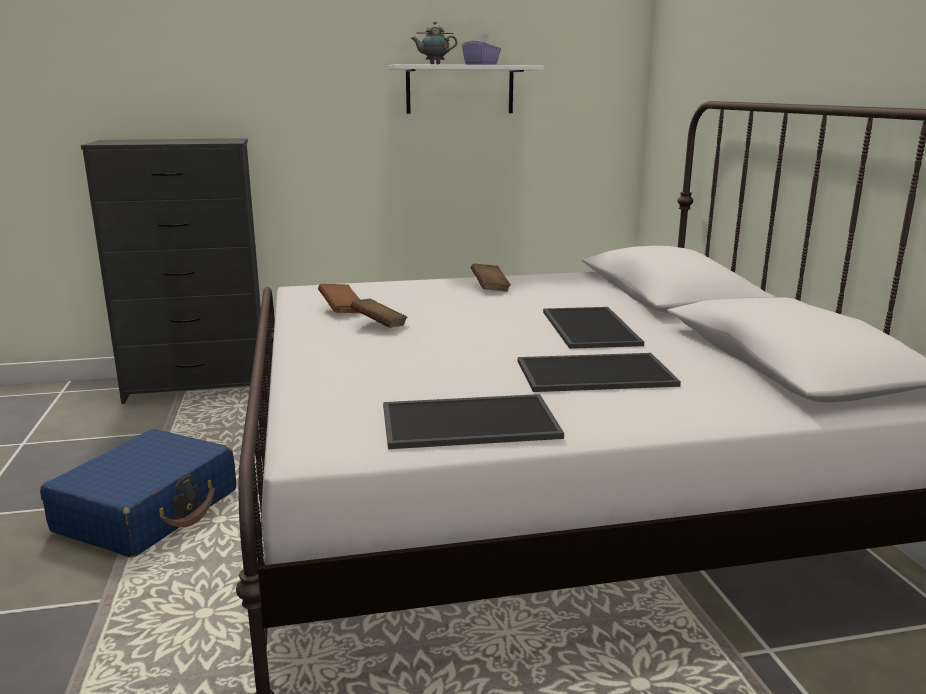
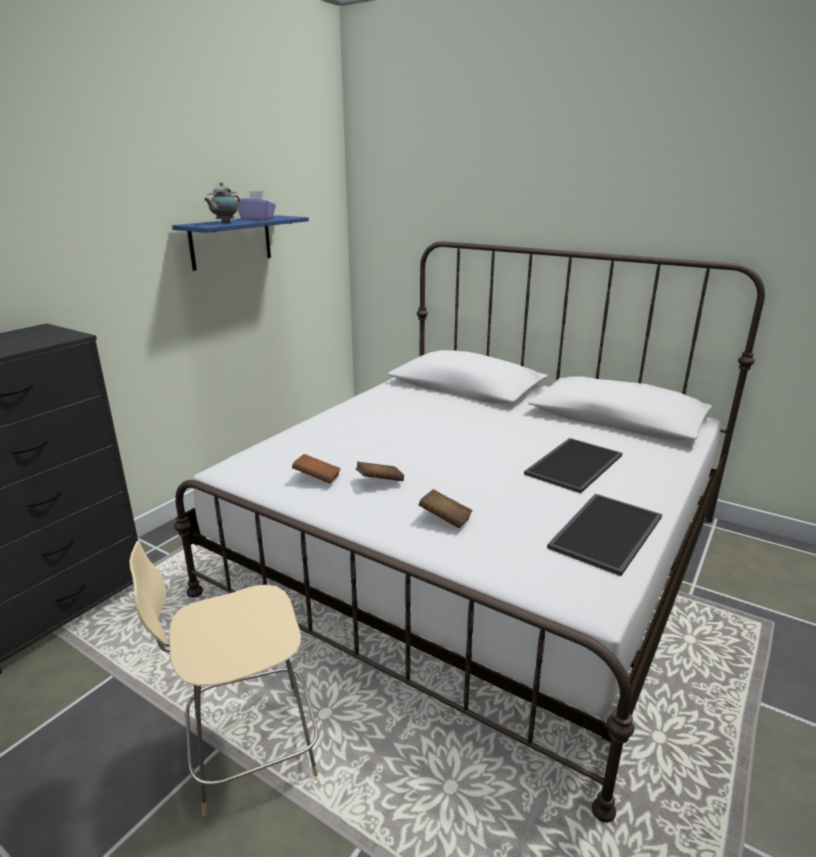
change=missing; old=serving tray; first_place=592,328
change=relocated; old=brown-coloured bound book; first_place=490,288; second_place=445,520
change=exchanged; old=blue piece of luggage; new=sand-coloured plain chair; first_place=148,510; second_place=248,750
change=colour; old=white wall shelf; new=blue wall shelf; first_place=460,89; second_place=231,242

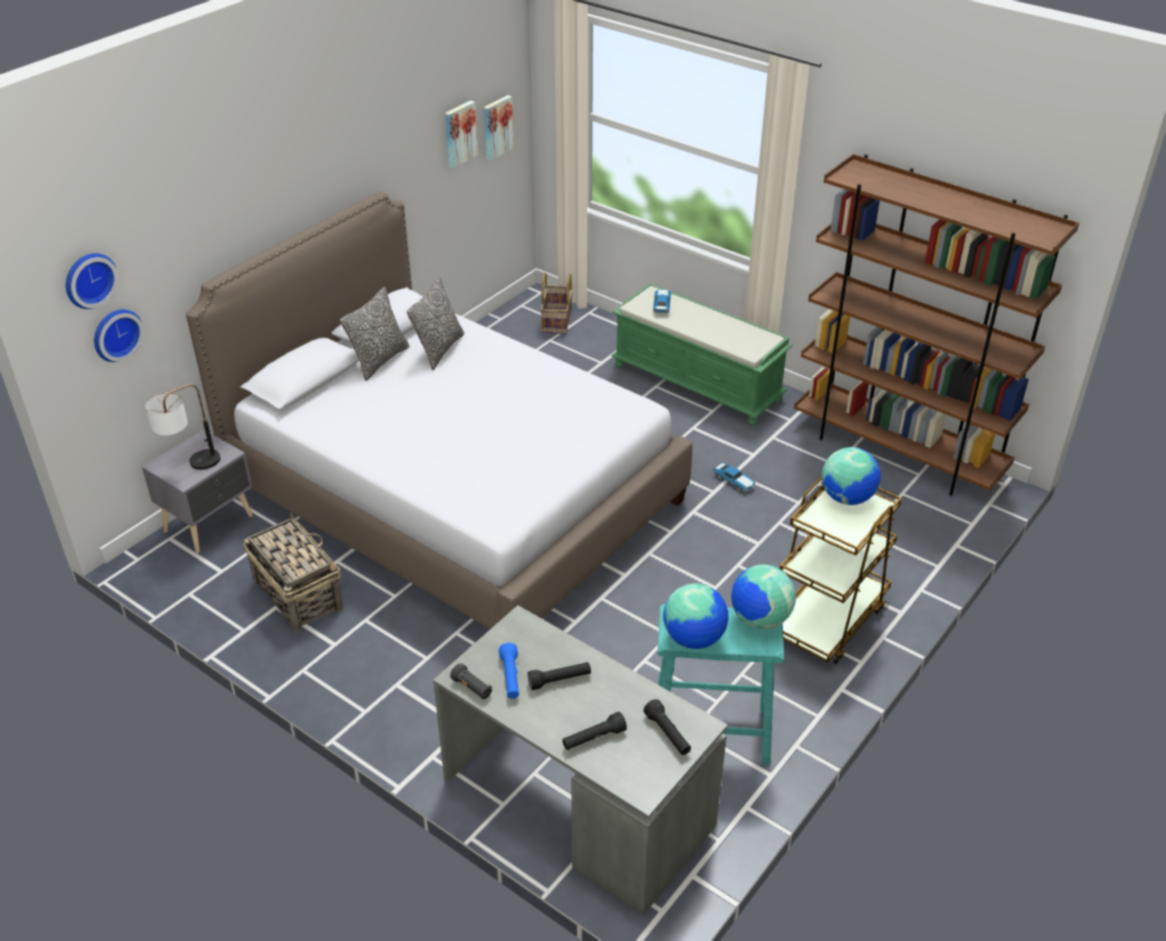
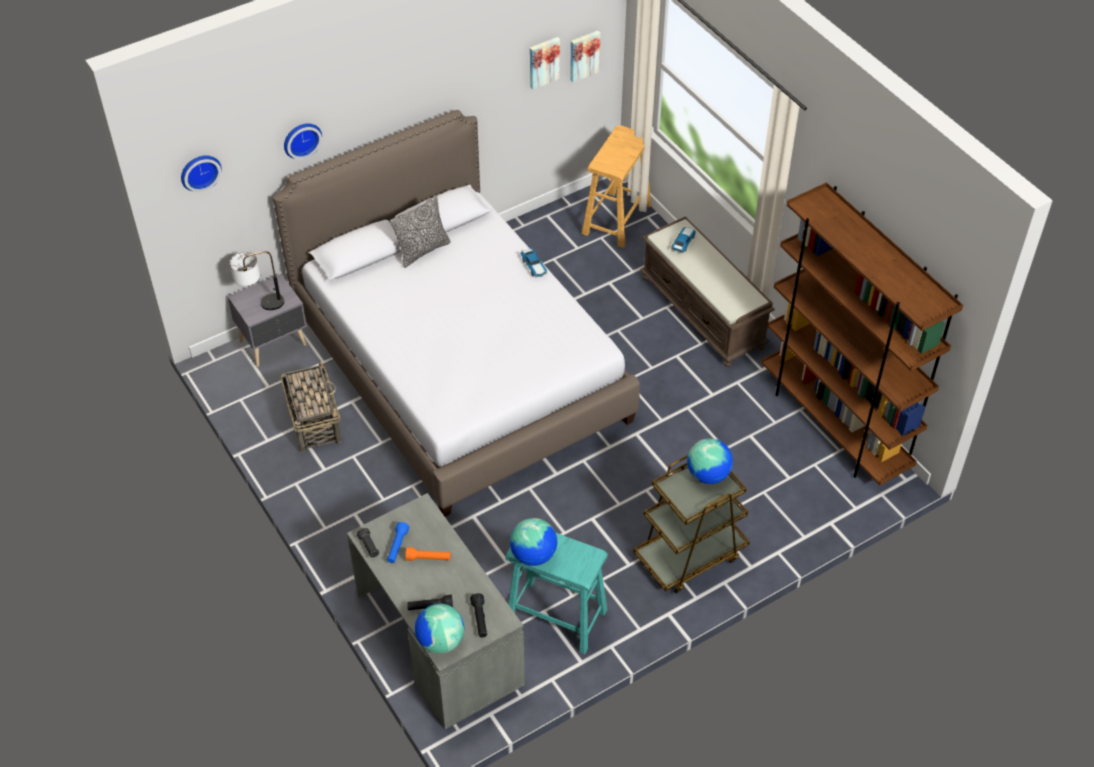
change=missing; old=throw pillow; first_place=439,350
change=relocated; old=hanging clock; first_place=115,334; second_place=301,139
change=relocated; old=miniature car; first_place=734,481; second_place=534,266
change=relocated; old=desk globe; first_place=760,619; second_place=440,641
change=exchanged; old=basket; new=sand-coloured stool seat; first_place=557,321; second_place=616,219
change=colour; old=black flashlight; new=orange flashlight; first_place=559,680; second_place=428,558
change=colour; old=green-coloured long seat; new=brown-coloured long seat; first_place=698,382; second_place=704,312

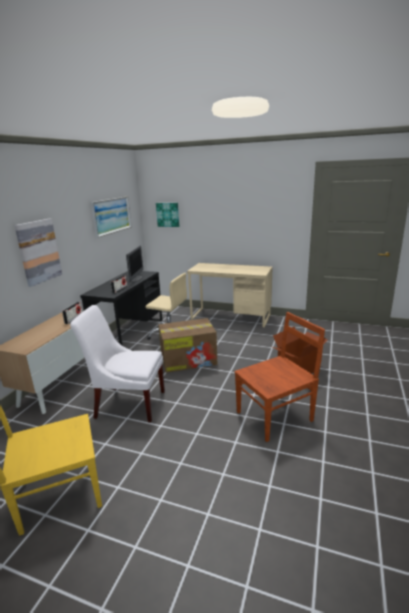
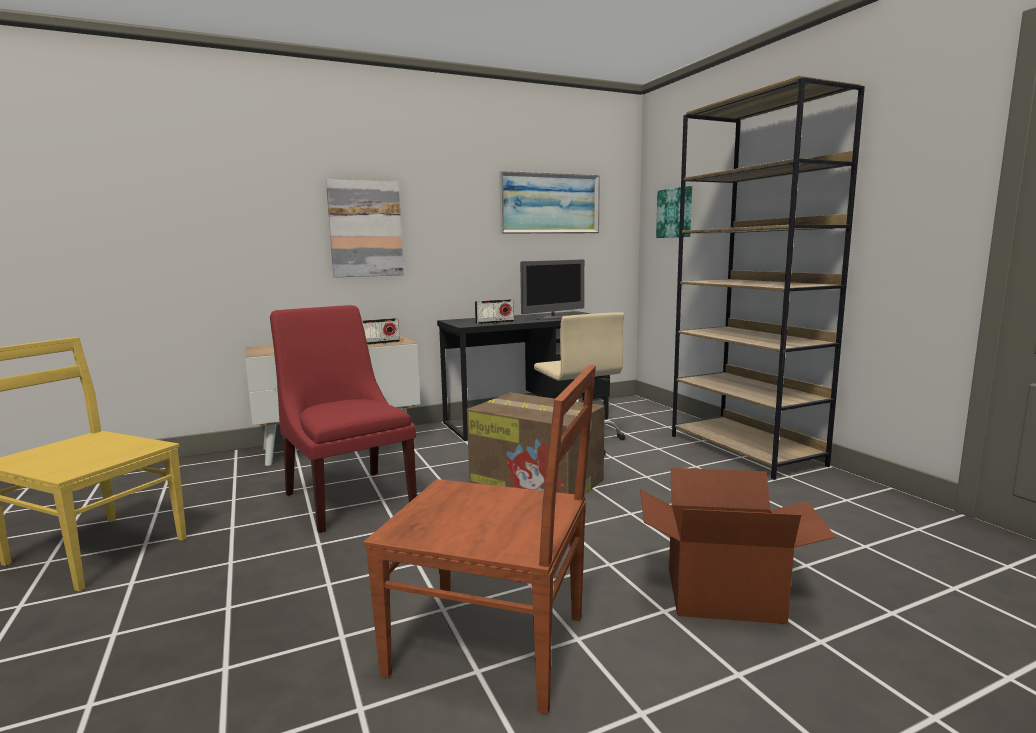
change=exchanged; old=sand-coloured desk table; new=brown-coloured bookshelf; first_place=230,317; second_place=746,450
change=colour; old=white plain chair; new=red-coloured plain chair; first_place=127,403; second_place=348,496

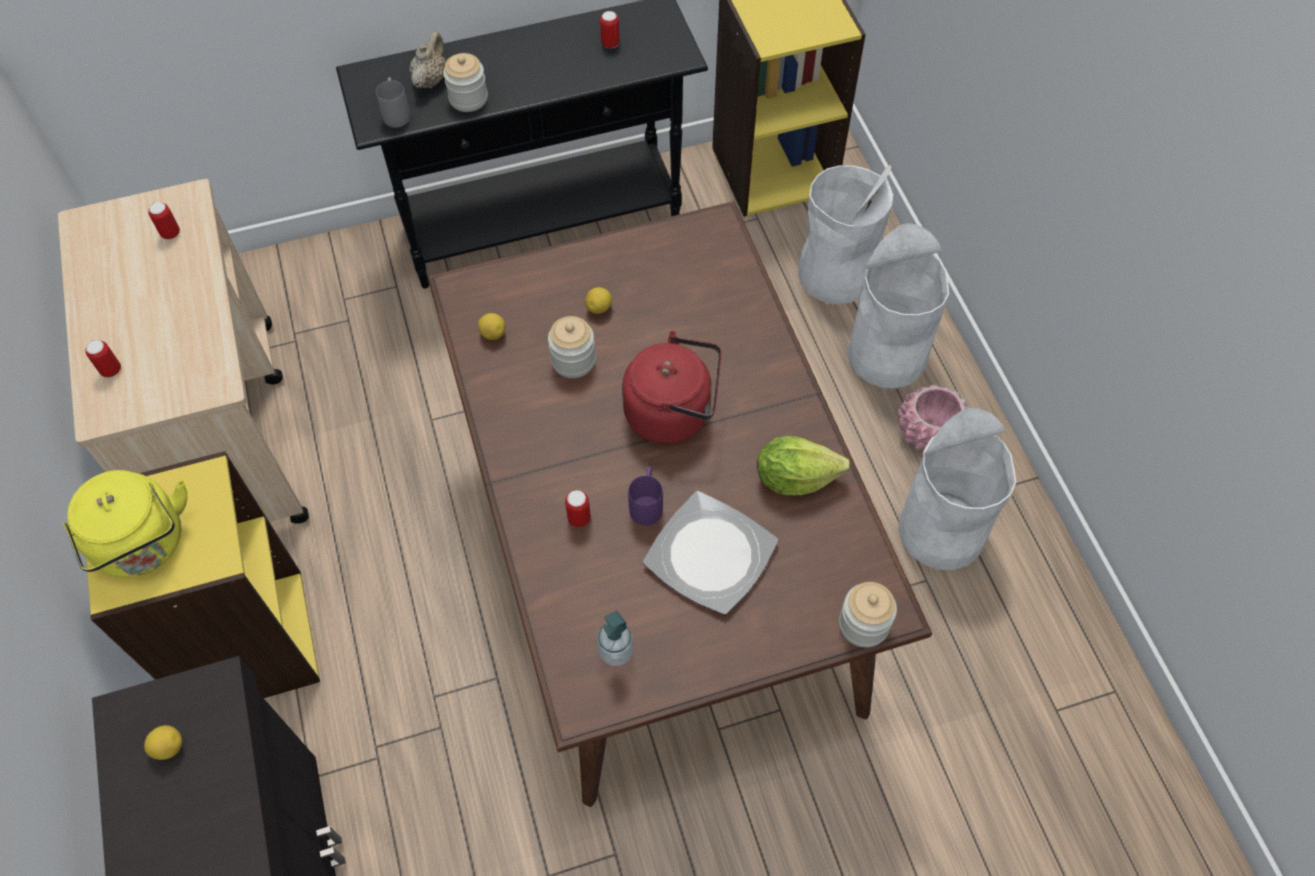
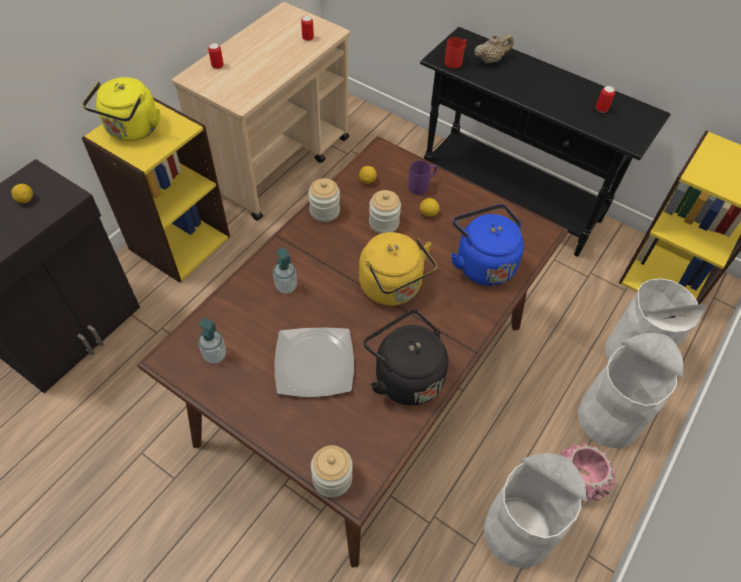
change=appeared; new=blue kettle; second_place=482,263
change=relocated; old=storage jar; first_place=468,98; second_place=324,211
change=relocated; old=purple mug; first_place=647,504; second_place=422,185
change=exchanged; old=sealed can; new=soap dispenser; first_place=579,518; second_place=286,286
change=exchanged; old=lettuce head; new=black kettle; first_place=794,478; second_place=405,376
change=colour; old=gray mug; new=red-coloured mug; first_place=396,113; second_place=455,61
change=colour; old=red-coloured kettle; new=yellow kettle; first_place=673,413; second_place=393,288

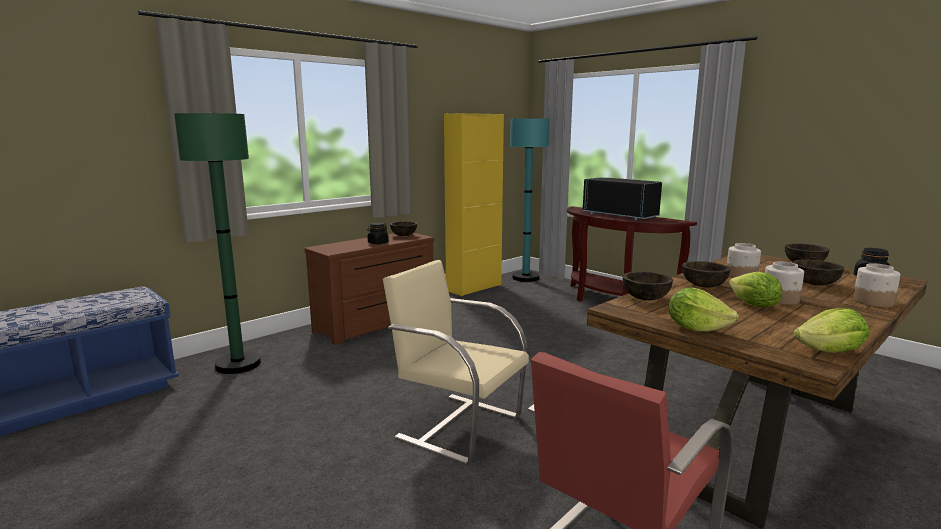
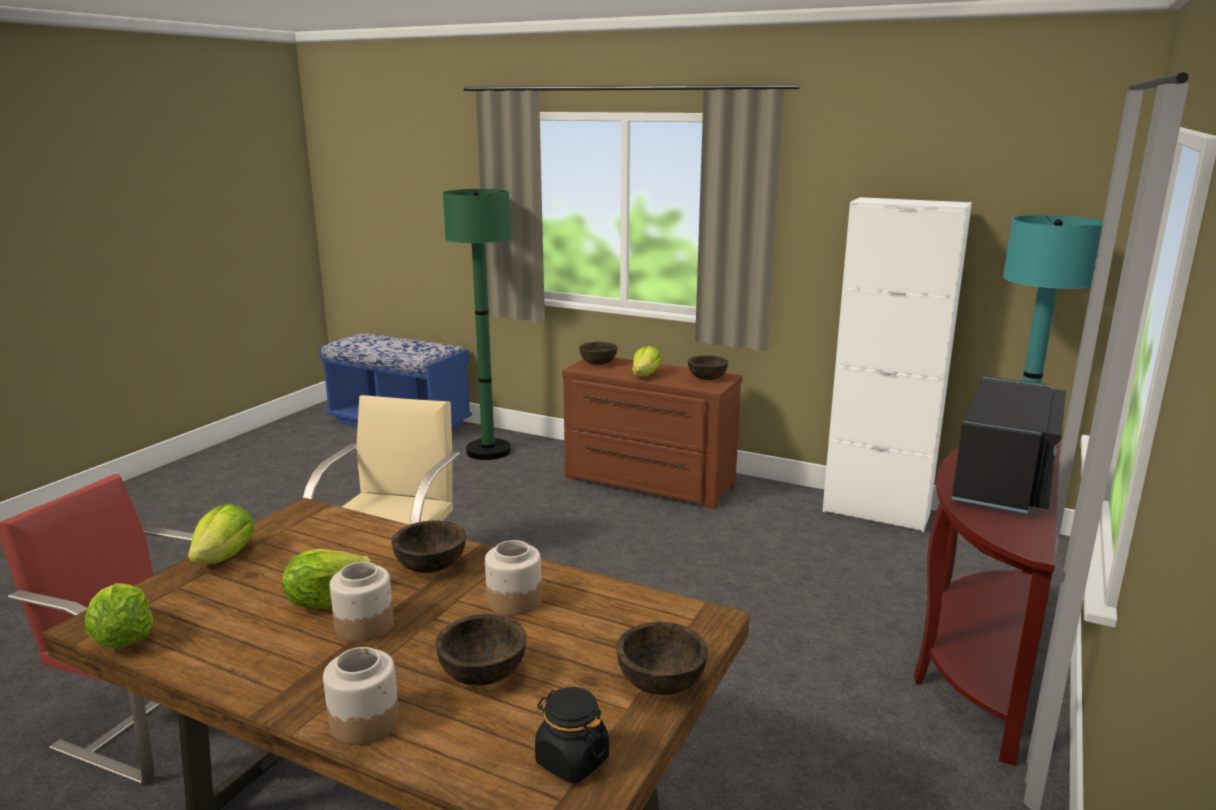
change=relocated; old=brown-coloured bowl; first_place=645,298; second_place=598,363
change=exchanged; old=black storage jar; new=lettuce head; first_place=378,243; second_place=645,375
change=colour; old=yellow cupboard; new=white cupboard; first_place=474,288; second_place=876,512

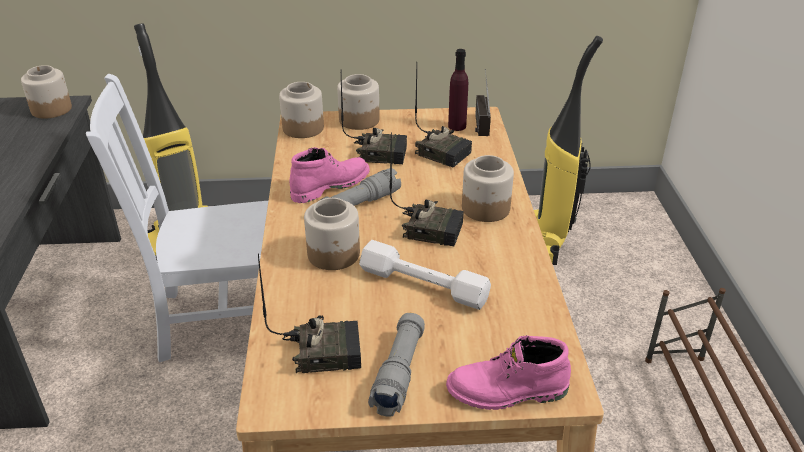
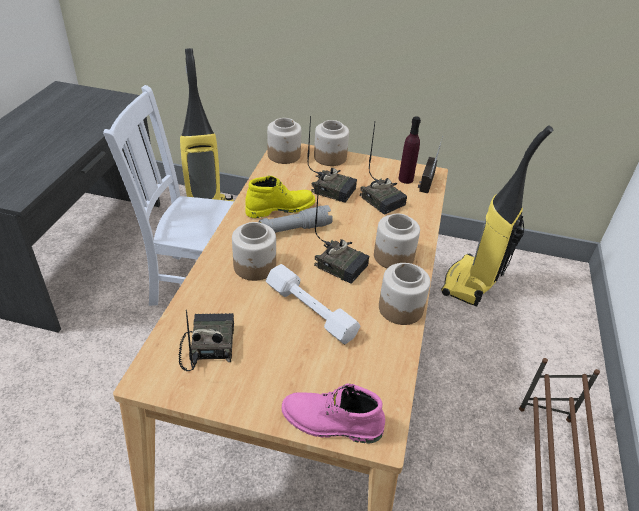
change=missing; old=gray flashlight; first_place=399,372
change=relocated; old=storage jar; first_place=51,109; second_place=400,308
change=colour; old=pinkish tall boot; new=yellow tall boot; first_place=330,186; second_place=280,208
change=spun; old=radio set; first_place=324,350; second_place=208,345; degrees=-105

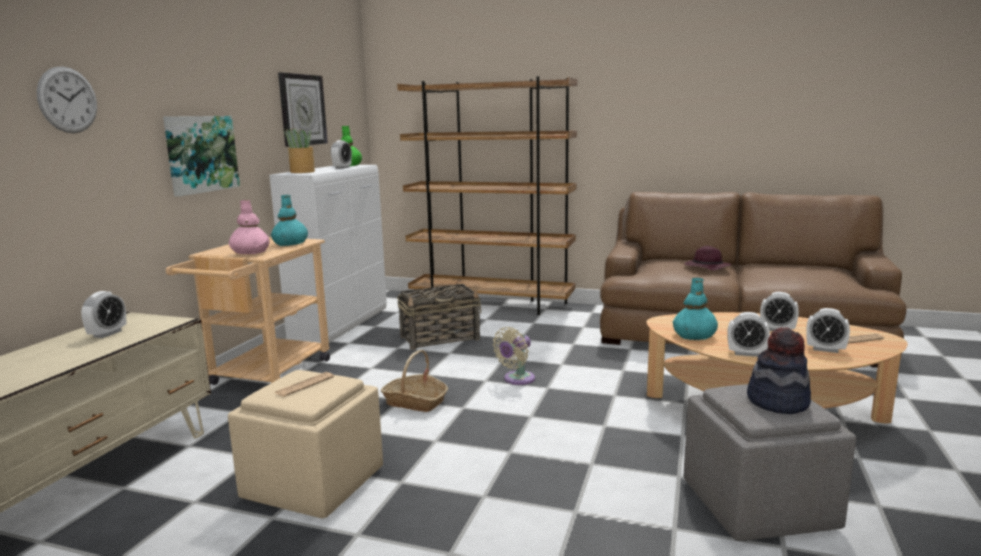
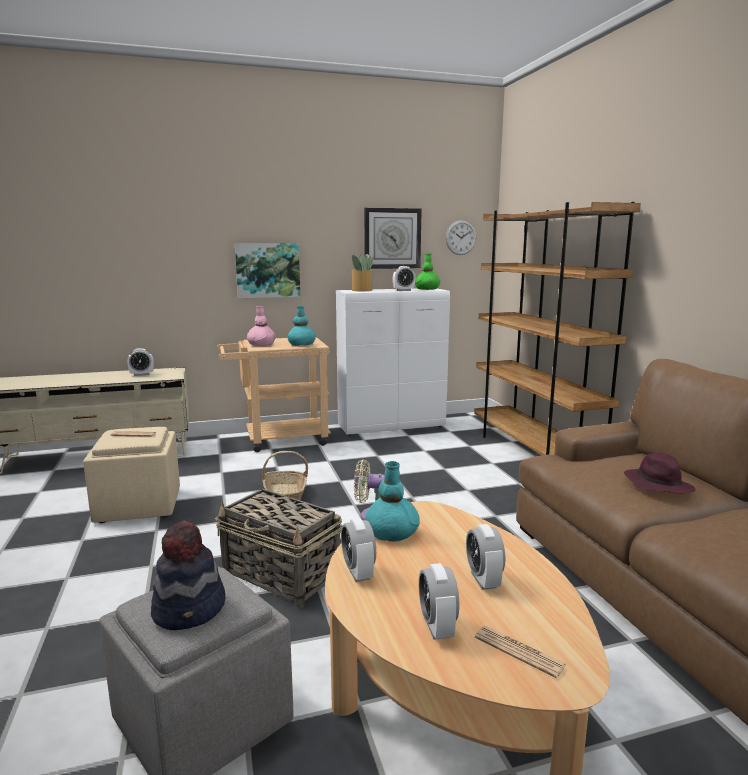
change=relocated; old=hanging clock; first_place=68,100; second_place=461,237
change=relocated; old=basket; first_place=440,338; second_place=282,575

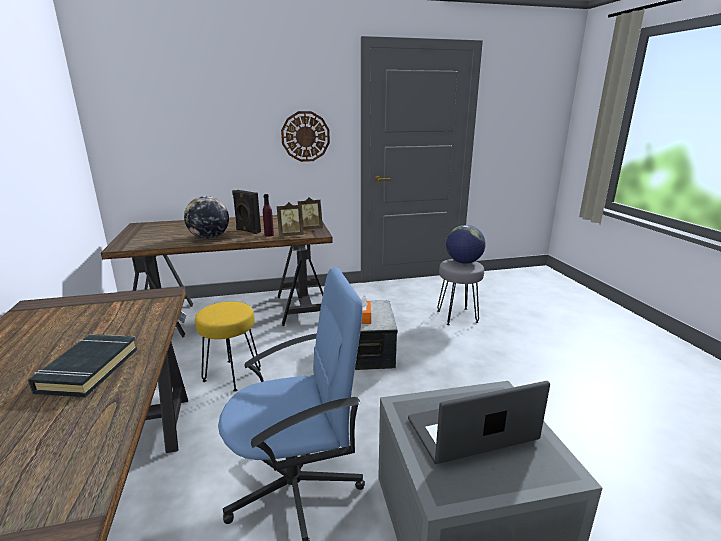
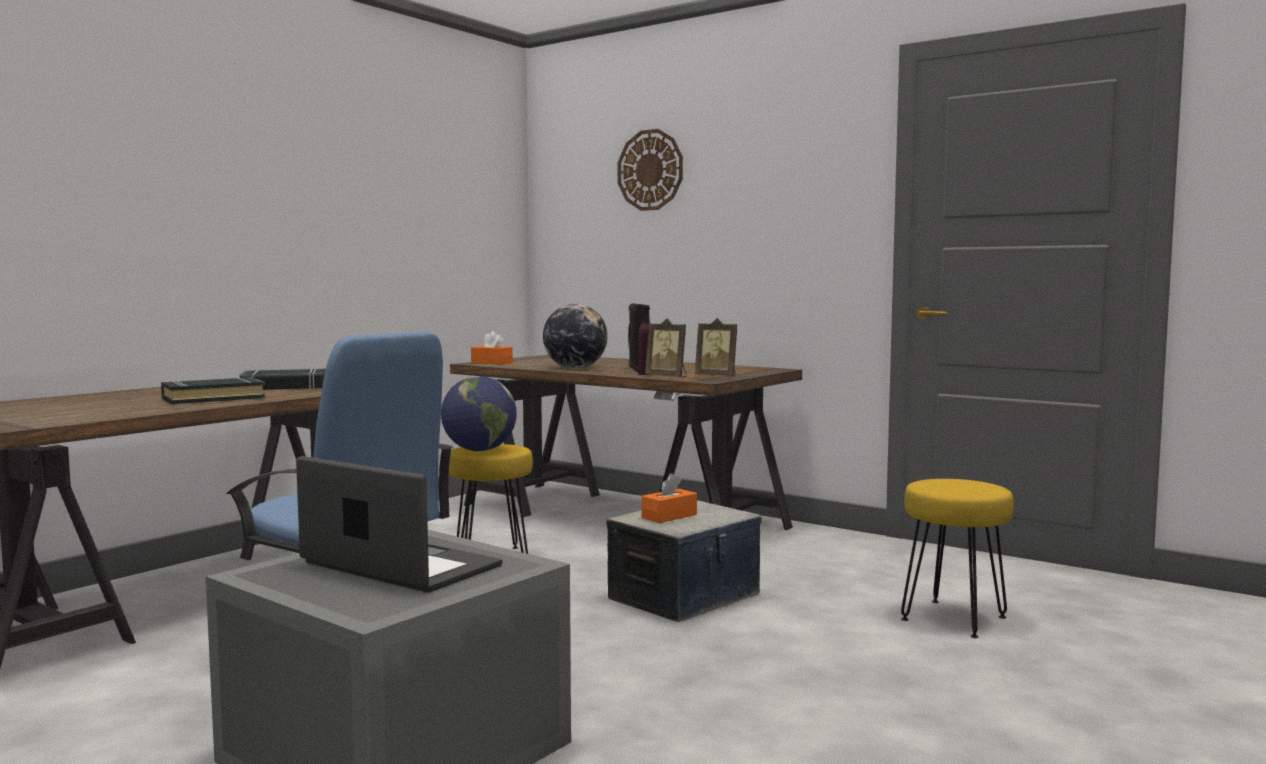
change=appeared; new=black bound book; second_place=284,387
change=appeared; new=orange tissue box; second_place=491,363
change=relocated; old=hanging clock; first_place=305,136; second_place=650,170
change=relocated; old=desk globe; first_place=463,262; second_place=479,450
change=colour; old=gray stool seat; new=yellow stool seat; first_place=456,316; second_place=953,618

